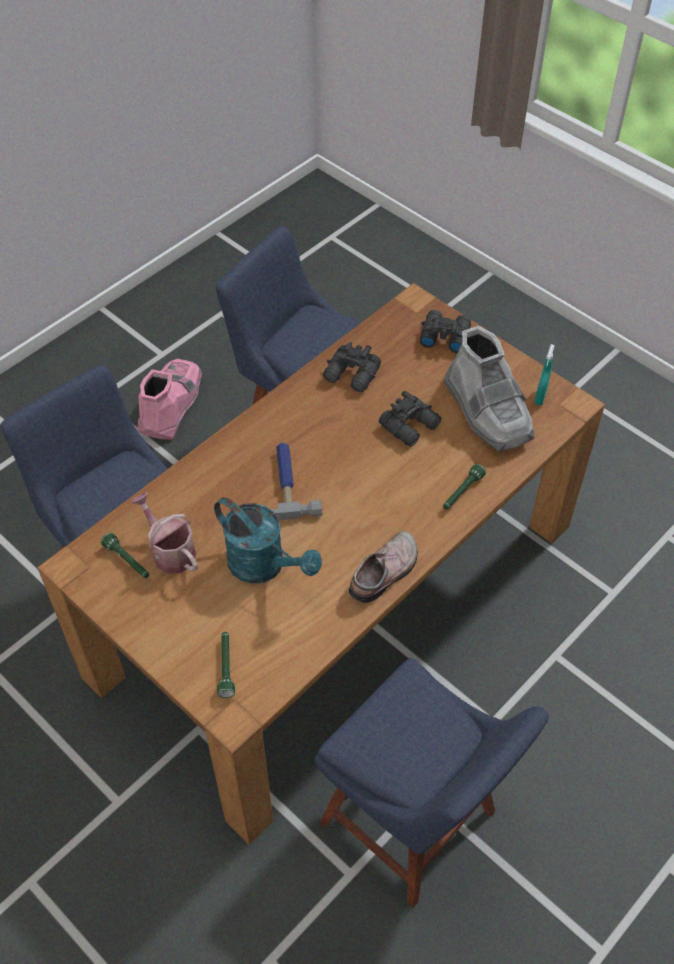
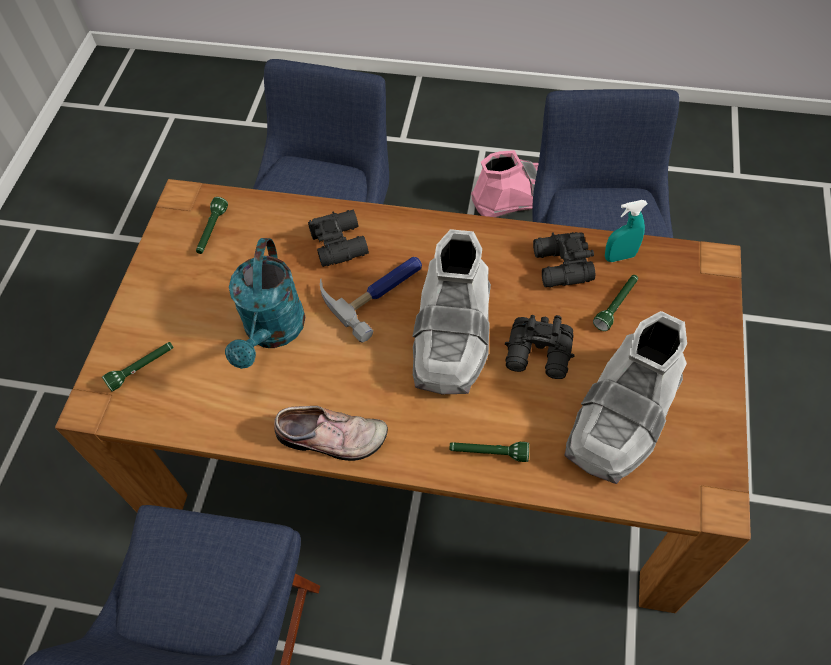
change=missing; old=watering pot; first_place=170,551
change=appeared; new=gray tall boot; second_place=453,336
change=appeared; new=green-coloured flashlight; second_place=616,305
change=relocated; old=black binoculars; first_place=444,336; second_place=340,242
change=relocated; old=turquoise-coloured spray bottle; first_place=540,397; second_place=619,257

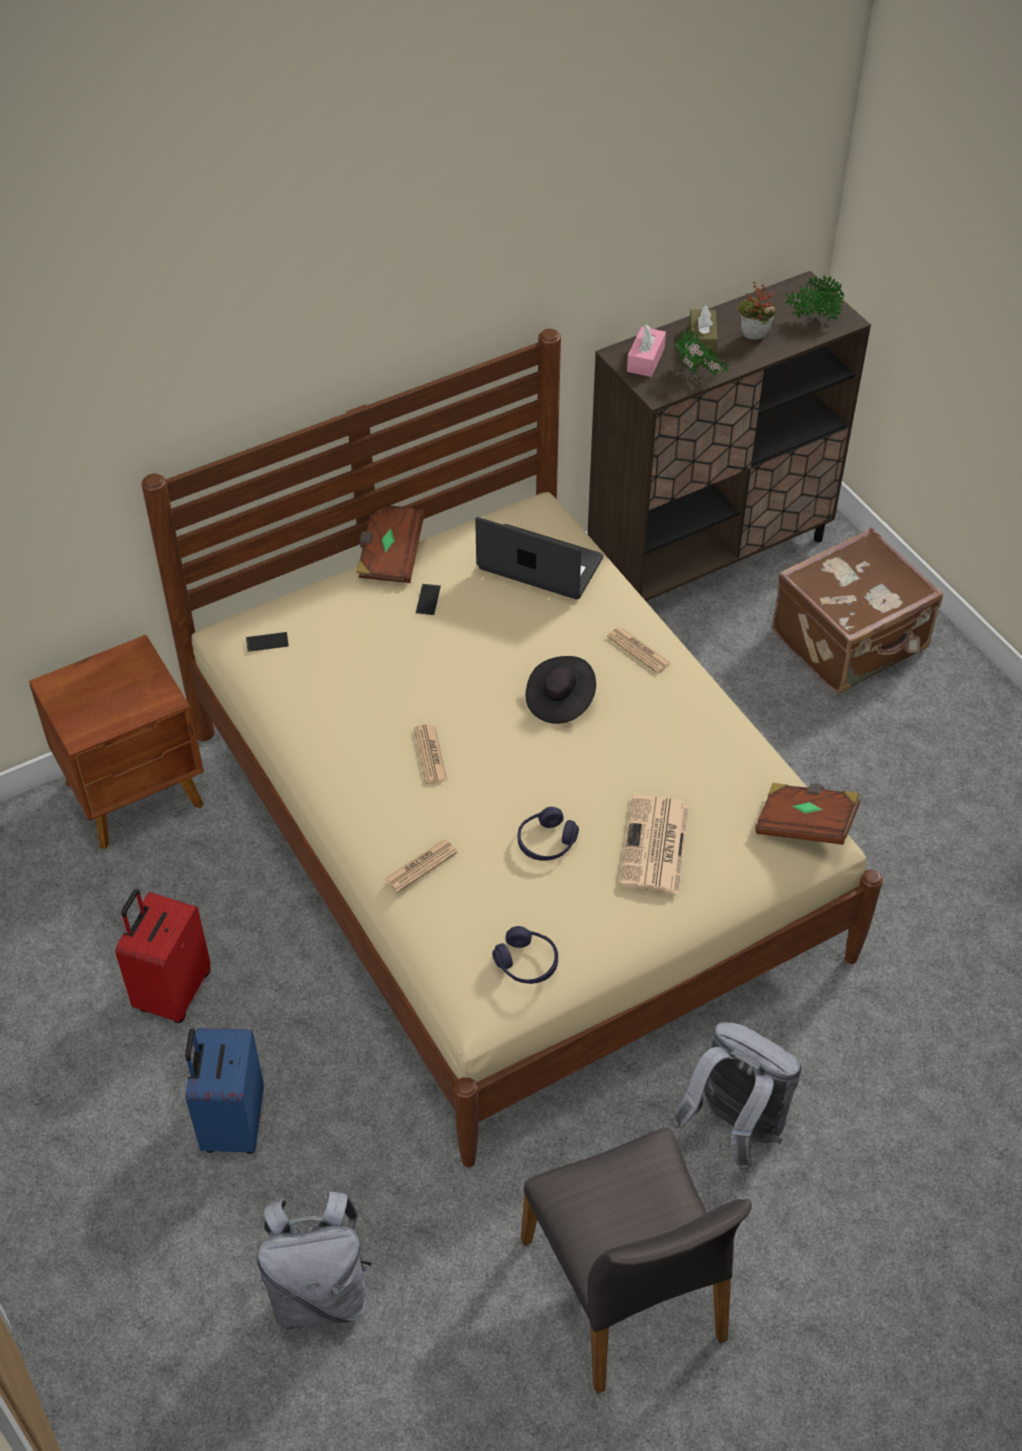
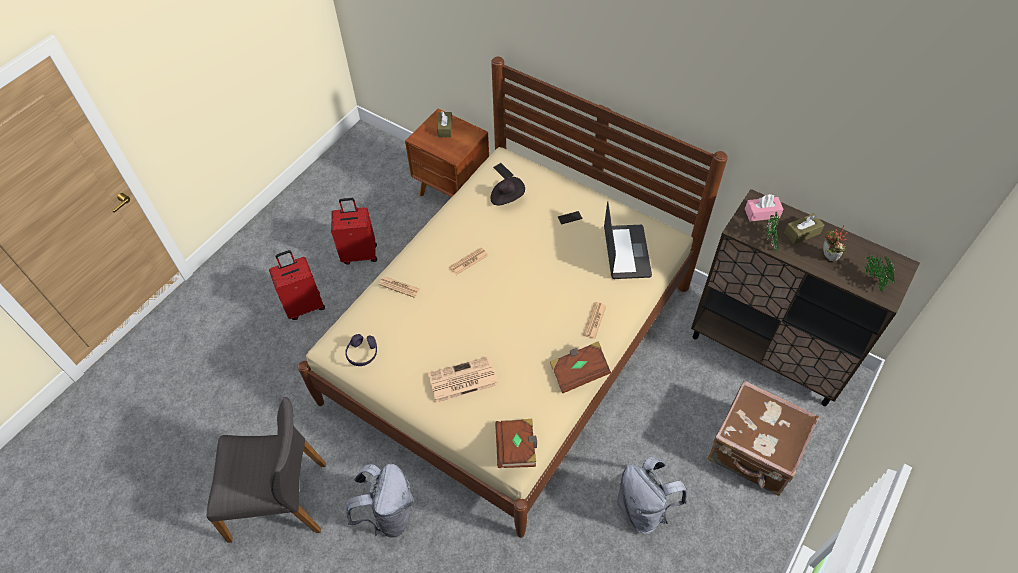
change=missing; old=purple headphones; first_place=546,842
change=appeared; new=brown-coloured tissue box; second_place=445,128
change=relocated; old=gray knapsack; first_place=319,1292; second_place=643,508
change=relocated; old=brown-coloured bound book; first_place=390,555; second_place=579,372
change=relocated; old=black hat; first_place=560,700; second_place=507,197
change=colour; old=blue piece of luggage; new=red-coloured piece of luggage; first_place=232,1123; second_place=304,305
change=spun; old=gray plain chair; first_place=627,1290; second_place=279,499; degrees=-135

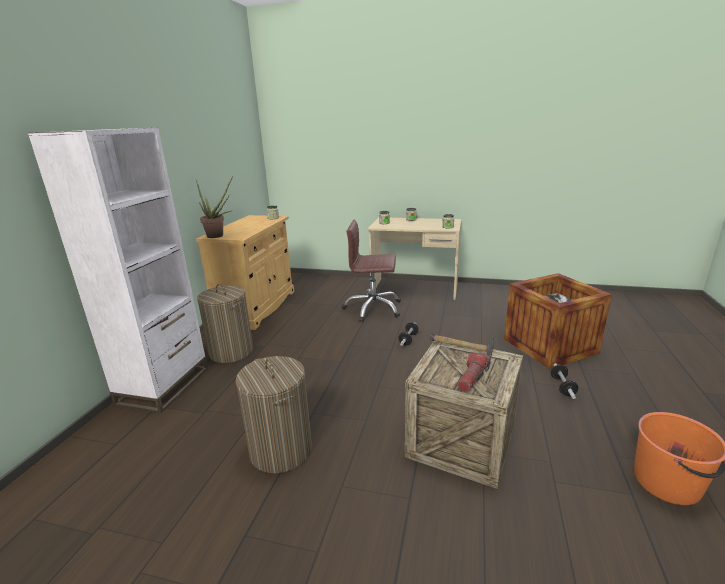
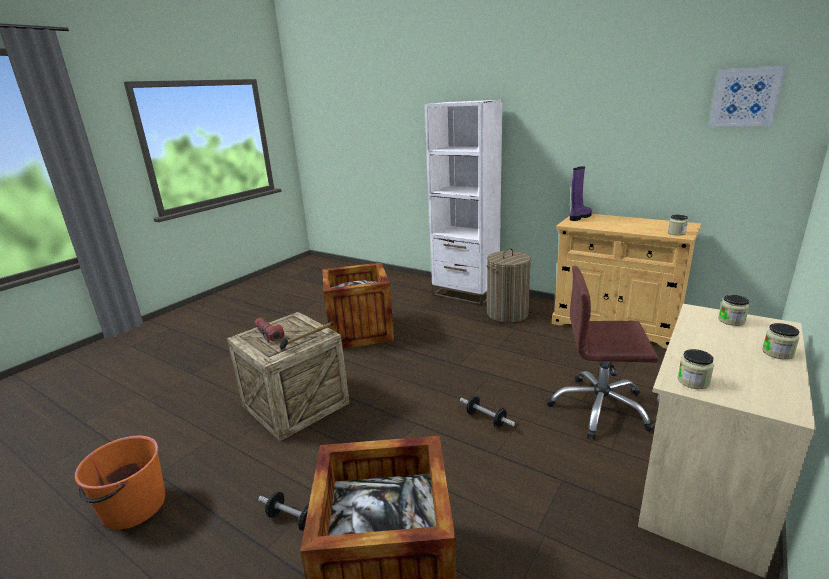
change=appeared; new=wall picture; second_place=745,97
change=exchanged; old=plant in a pot; new=purple tall boot; first_place=218,236; second_place=579,217
change=exchanged; old=laundry basket; new=crate; first_place=281,450; second_place=360,331
change=spun; old=brown-coloured office chair; first_place=373,309; second_place=599,408; degrees=-105

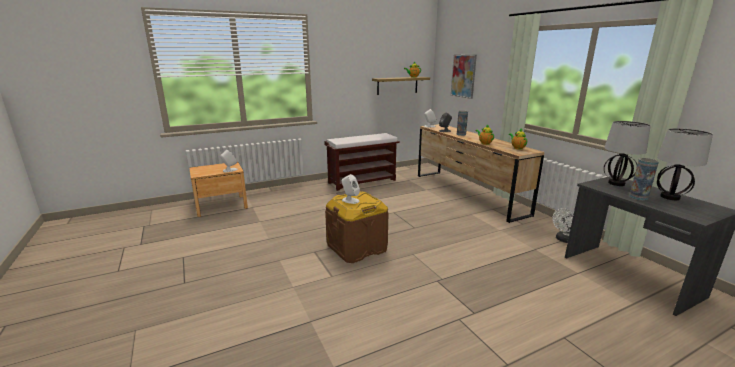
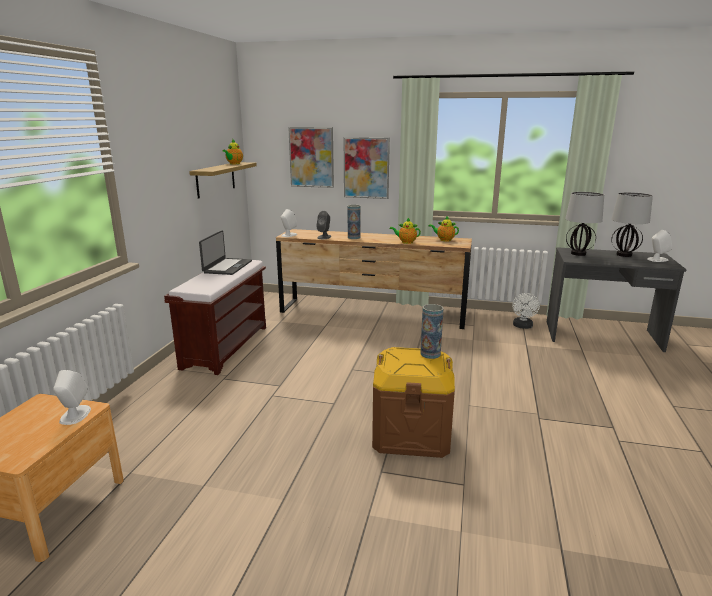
change=appeared; new=laptop; second_place=227,267
change=appeared; new=wall picture; second_place=366,168
change=relocated; old=white audio speaker; first_place=350,200; second_place=657,259
change=relocated; old=decorative vase; first_place=638,197; second_place=430,354

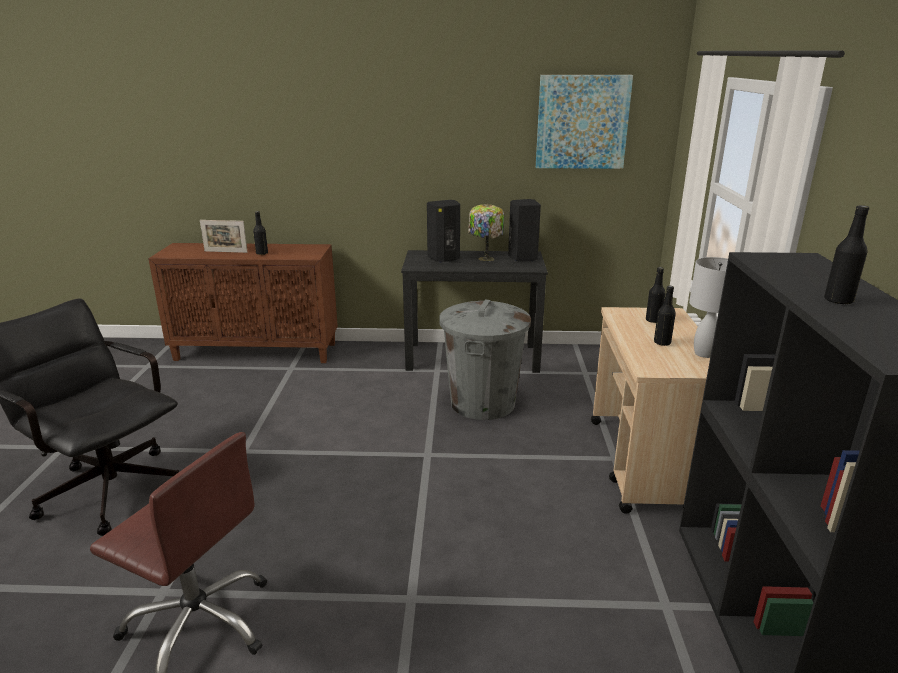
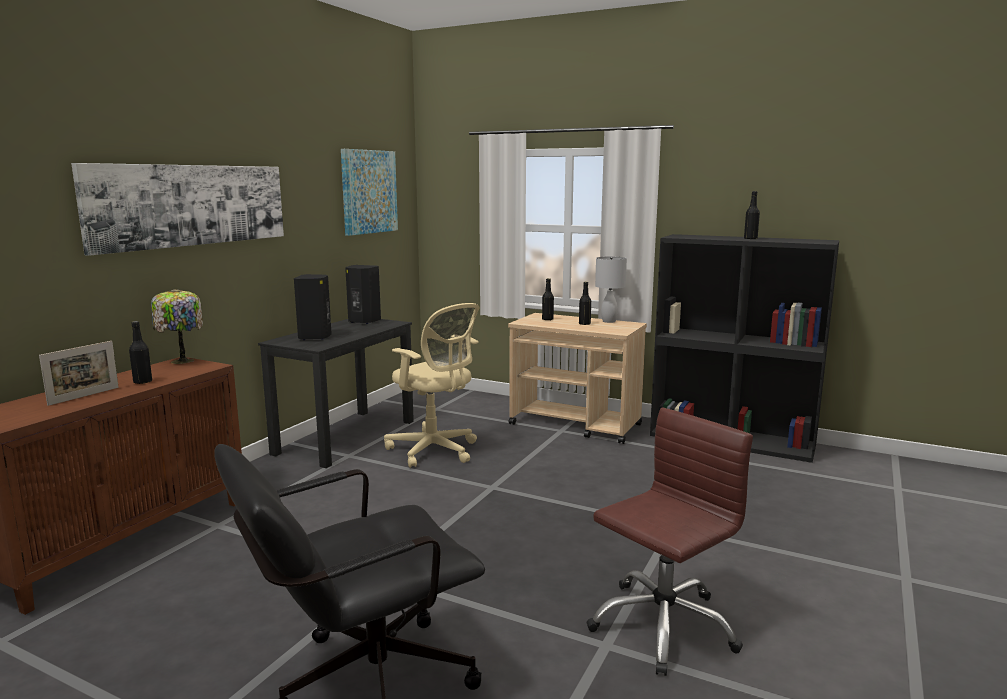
change=appeared; new=wall picture; second_place=191,205
change=relocated; old=tabletop lamp; first_place=485,259; second_place=181,361
change=exchanged; old=gray rubbish bin; new=sand-coloured office chair; first_place=482,403; second_place=435,451

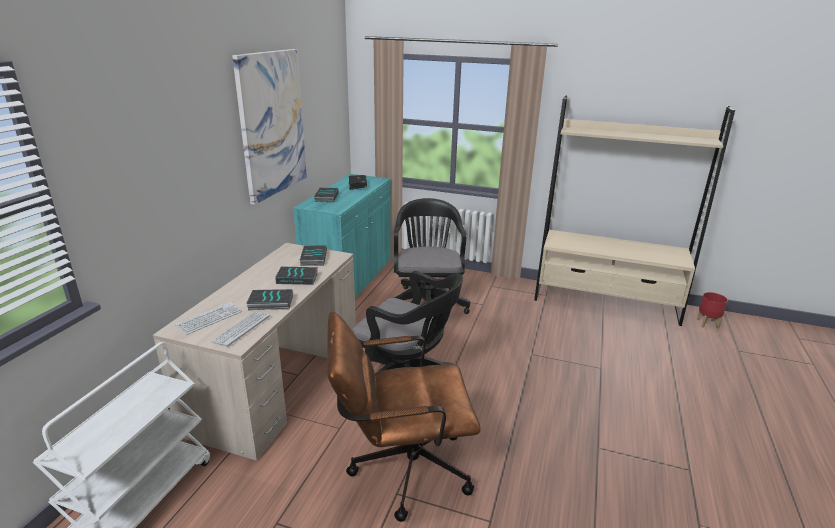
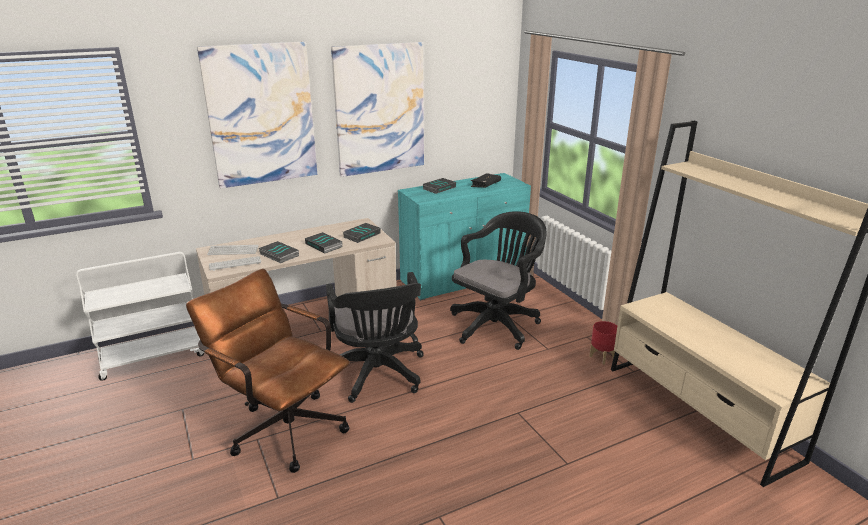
change=appeared; new=wall picture; second_place=261,115
change=relocated; old=red-coloured plant pot; first_place=707,323; second_place=602,357

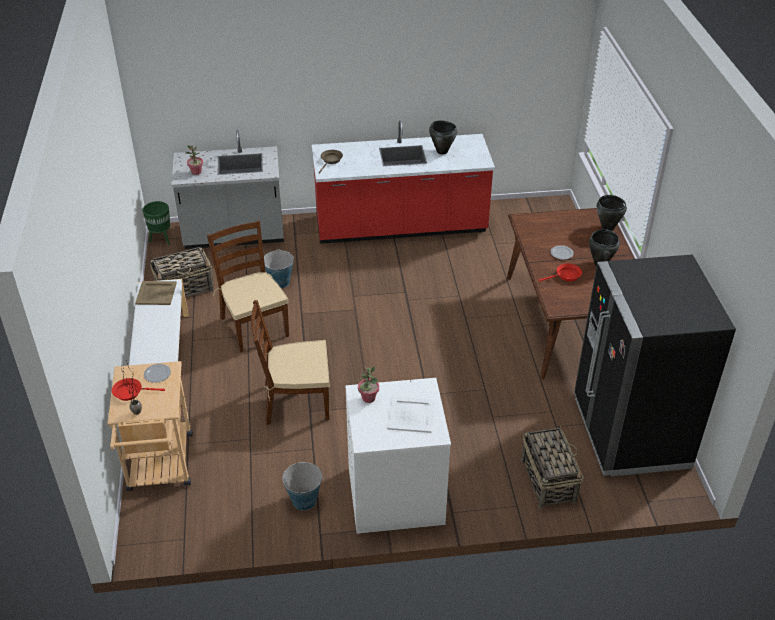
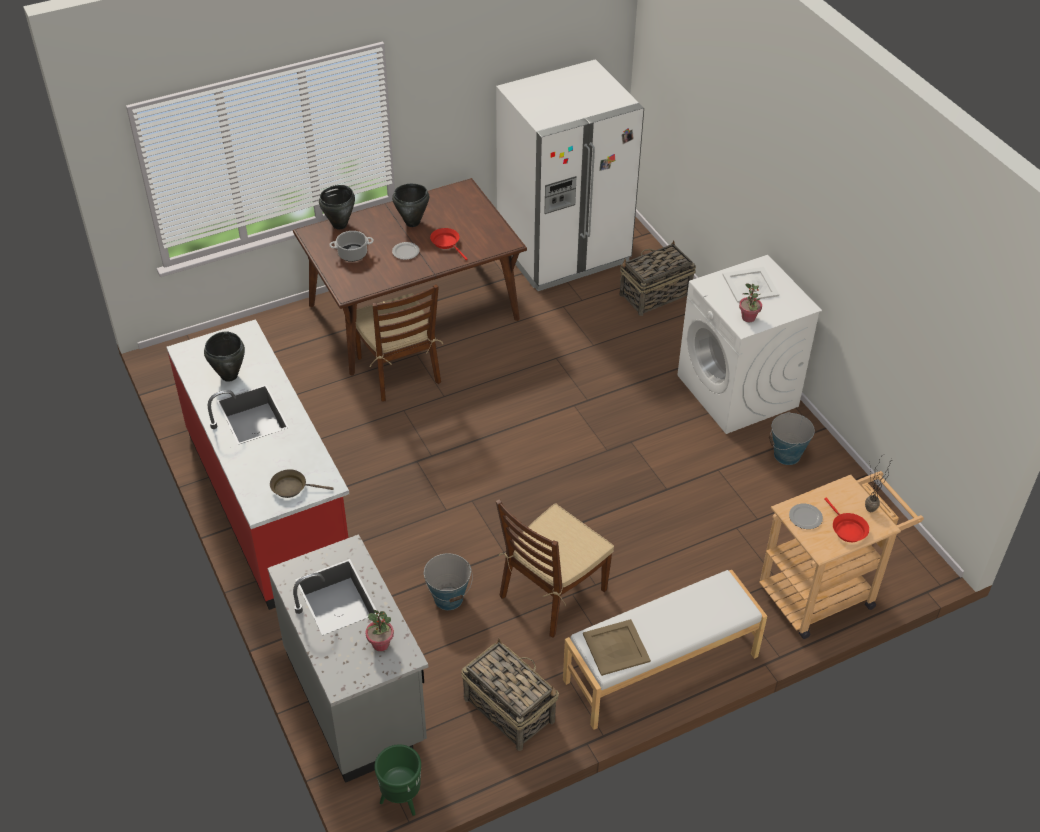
change=appeared; new=saucepot; second_place=353,254
change=relocated; old=brown-coloured plain chair; first_place=296,402; second_place=399,370
change=colour; old=black refrigerator; new=white refrigerator; first_place=630,433; second_place=563,252

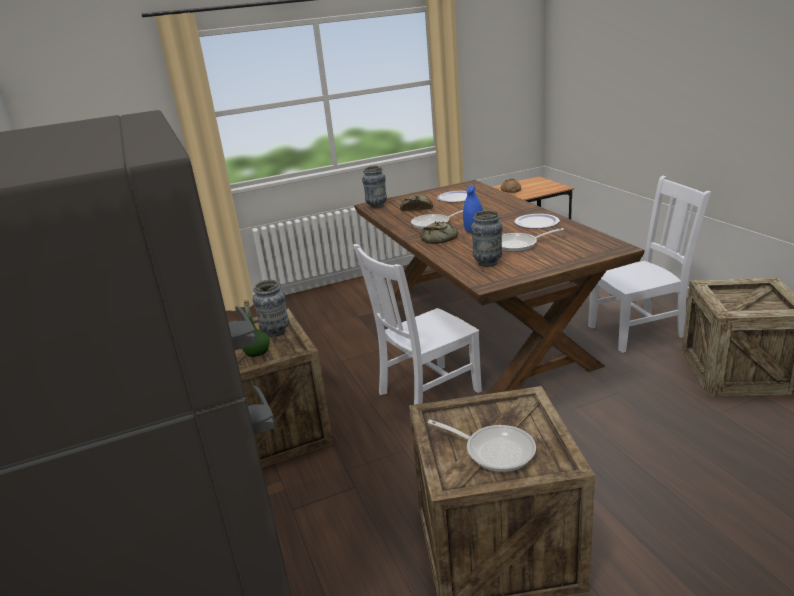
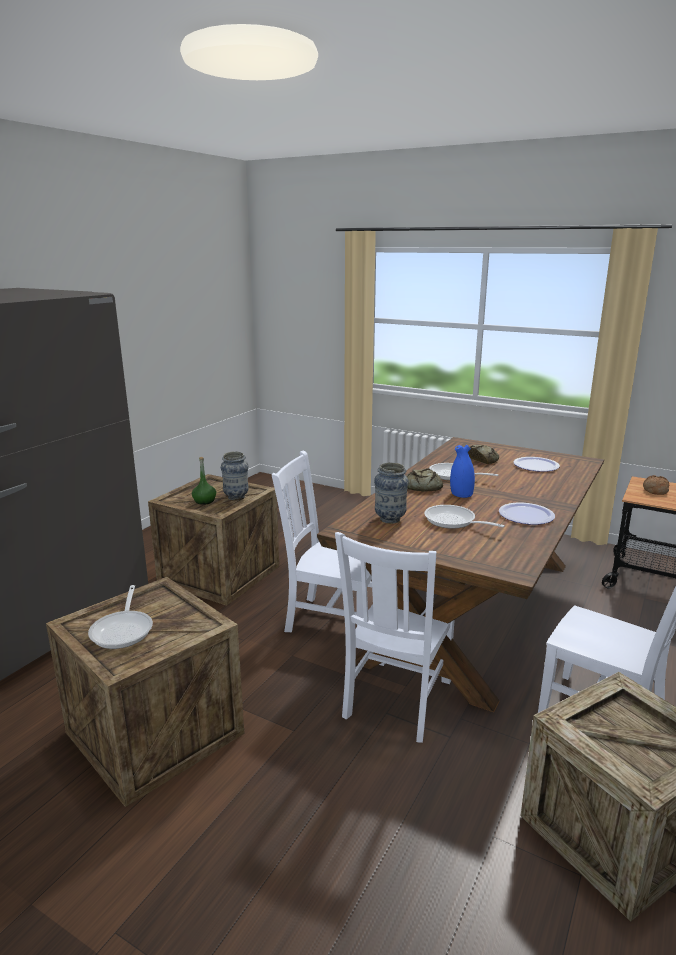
change=missing; old=decorative vase; first_place=376,206
change=appeared; new=white plain chair; second_place=396,701

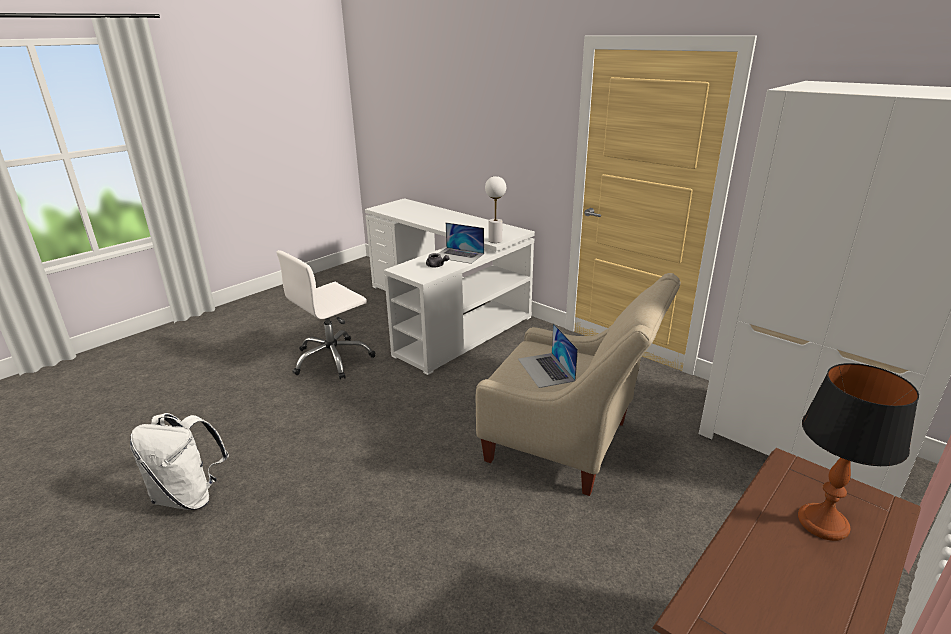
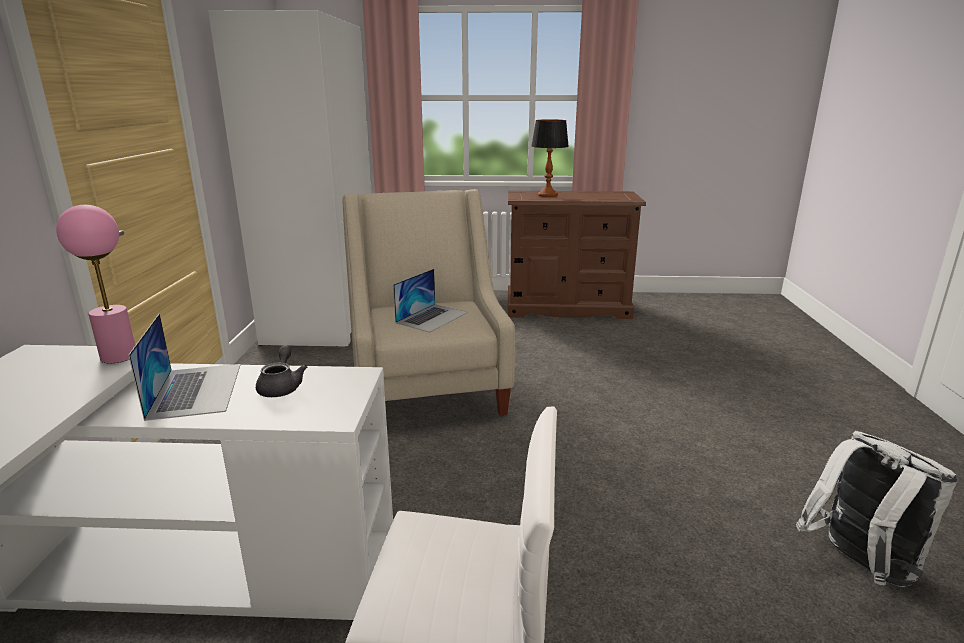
change=colour; old=white tabletop lamp; new=pinkish tabletop lamp; first_place=495,241; second_place=119,356

